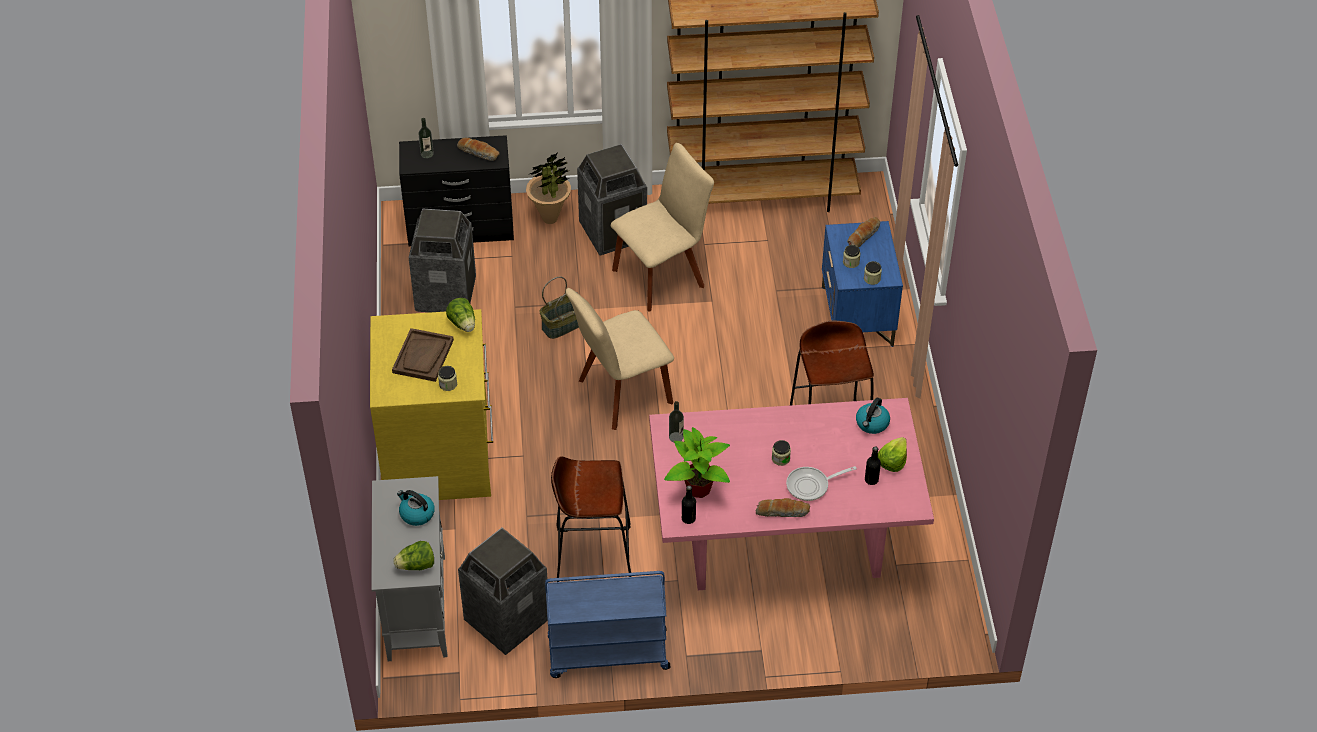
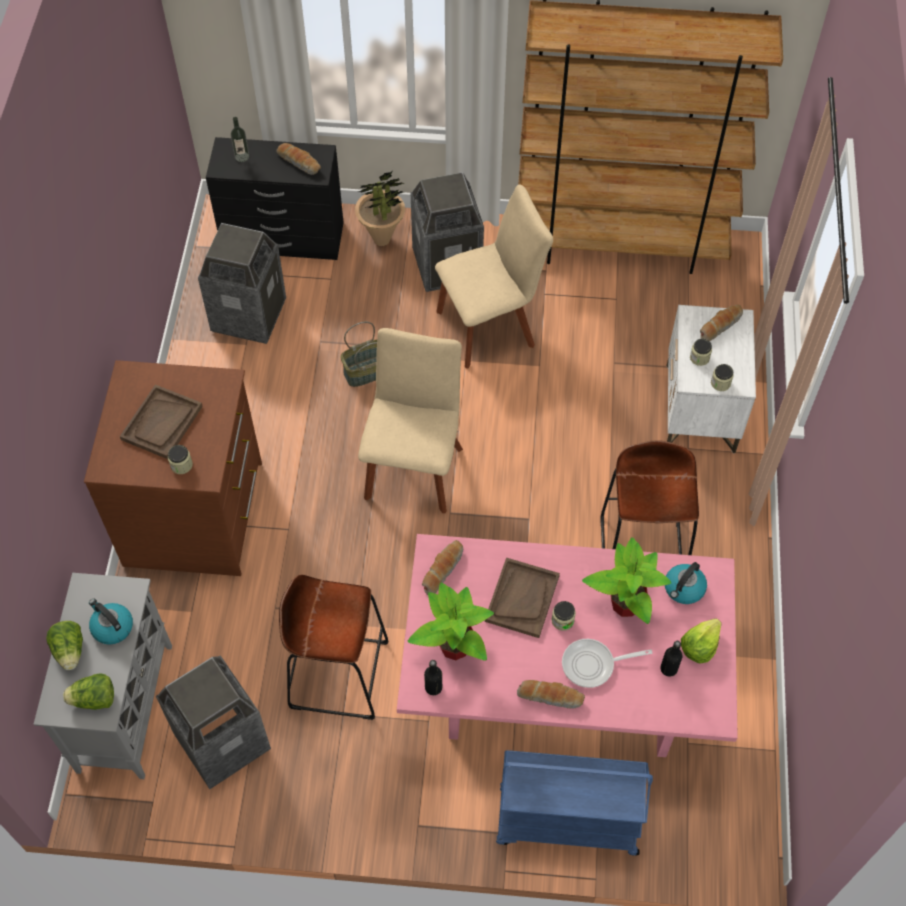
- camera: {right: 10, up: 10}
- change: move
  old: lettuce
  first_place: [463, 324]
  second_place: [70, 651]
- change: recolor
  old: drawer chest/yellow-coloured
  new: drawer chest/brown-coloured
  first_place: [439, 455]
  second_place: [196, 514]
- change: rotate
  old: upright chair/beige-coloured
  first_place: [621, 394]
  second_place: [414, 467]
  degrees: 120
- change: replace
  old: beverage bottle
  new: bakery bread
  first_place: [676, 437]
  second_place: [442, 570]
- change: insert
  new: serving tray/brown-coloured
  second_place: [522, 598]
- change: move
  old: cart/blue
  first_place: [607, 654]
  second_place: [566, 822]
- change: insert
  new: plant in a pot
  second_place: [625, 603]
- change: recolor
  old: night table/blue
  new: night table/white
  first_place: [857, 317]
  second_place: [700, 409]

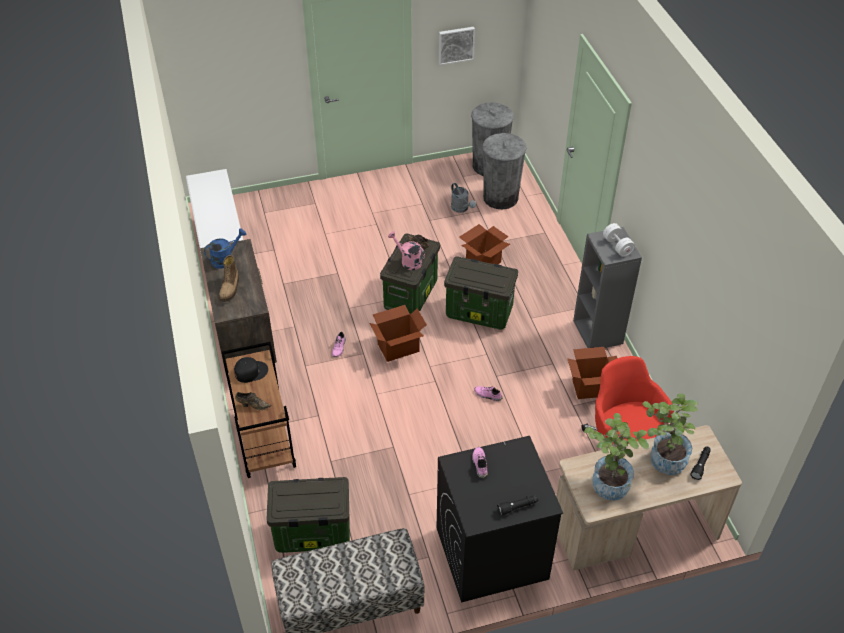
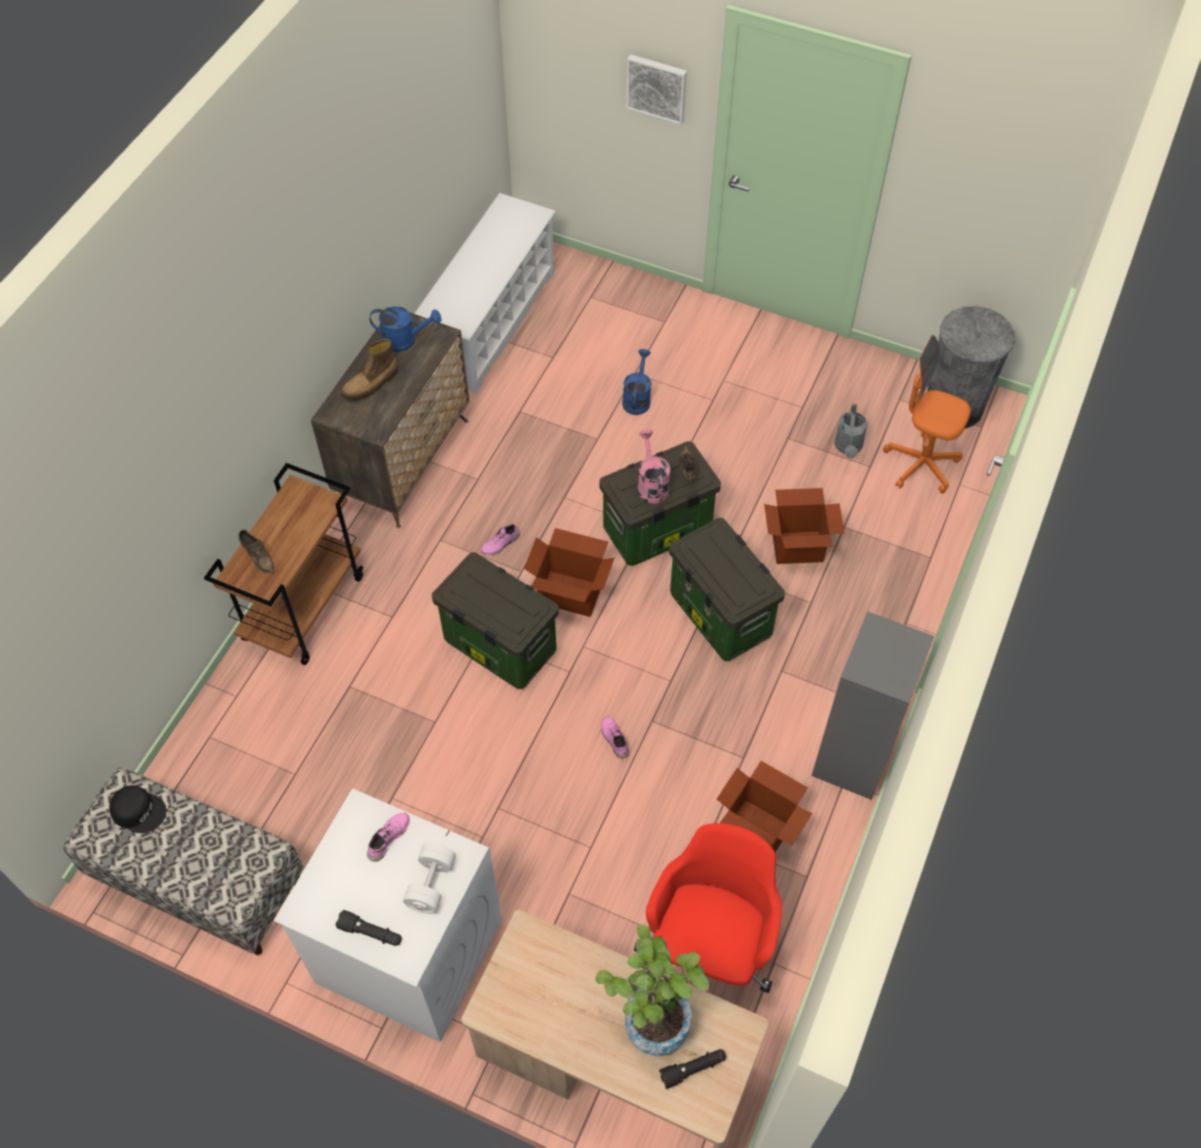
- camera: {right: 40, up: 10}
- change: move
  old: peaked cap/black-coloured
  first_place: [250, 371]
  second_place: [139, 810]
- change: recolor
  old: laundry appliance/black-coloured
  new: laundry appliance/white
  first_place: [491, 553]
  second_place: [407, 951]
- change: move
  old: free weight/white
  first_place: [617, 246]
  second_place: [431, 884]
- change: move
  old: storage container
  first_place: [311, 534]
  second_place: [498, 646]
- change: insert
  new: watering can/blue
  second_place: [637, 398]
- change: move
  old: wall art
  first_place: [455, 44]
  second_place: [657, 87]
- change: replace
  old: rubbish bin/greyish
  new: office chair/orangey
  first_place: [500, 197]
  second_place: [920, 464]
- change: delete
  old: plant in a pot
  first_place: [608, 480]

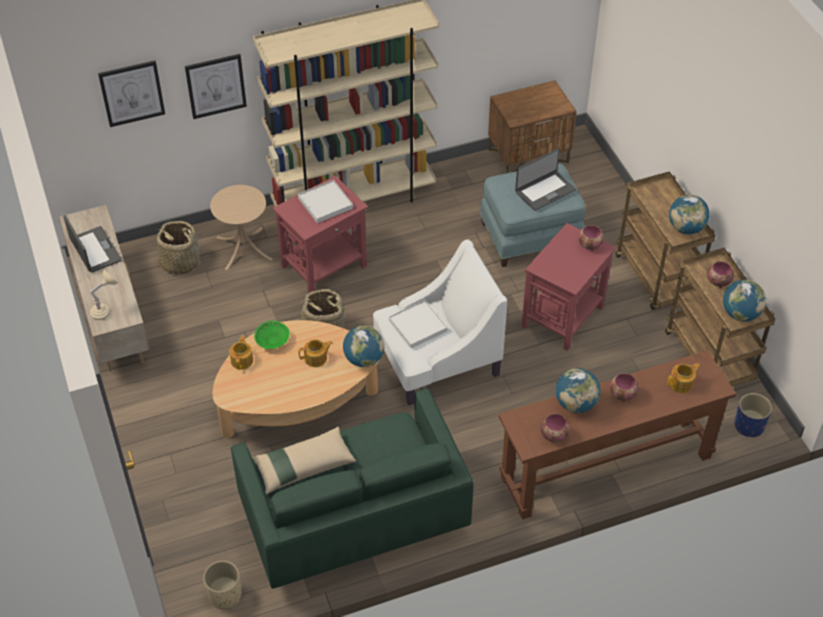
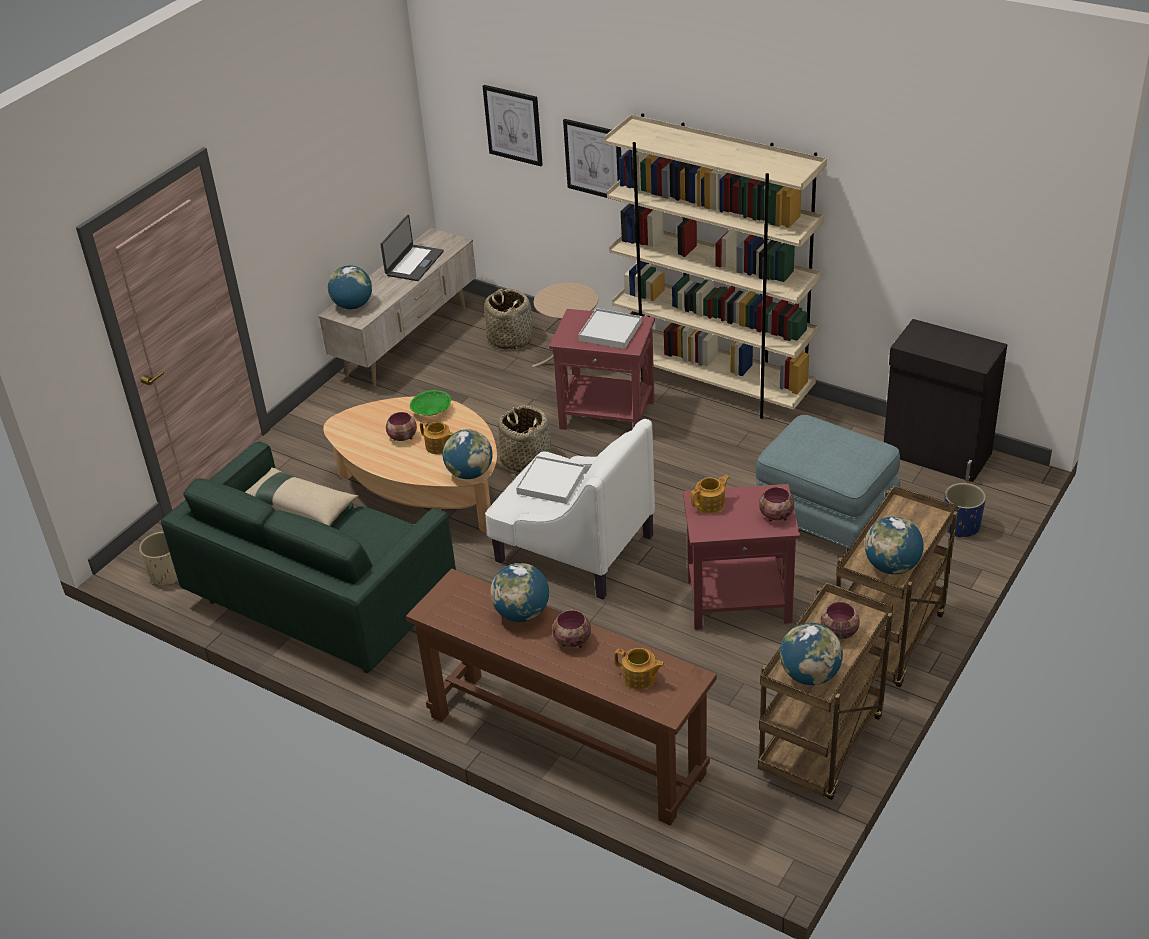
- camera: {right: 55, up: -10}
- change: replace
  old: tabletop lamp/beige-coloured
  new: desk globe
  first_place: [106, 311]
  second_place: [353, 306]
- change: move
  old: deep dish
  first_place: [554, 435]
  second_place: [403, 437]
- change: move
  old: tea pot
  first_place: [242, 360]
  second_place: [710, 504]
- change: replace
  old: night table/brown-coloured
  new: storage cabinet/black-coloured
  first_place: [528, 156]
  second_place: [937, 454]
- change: move
  old: flower pot/blue
  first_place: [749, 426]
  second_place: [961, 526]
- change: delete
  old: notebook computer
  first_place: [544, 191]

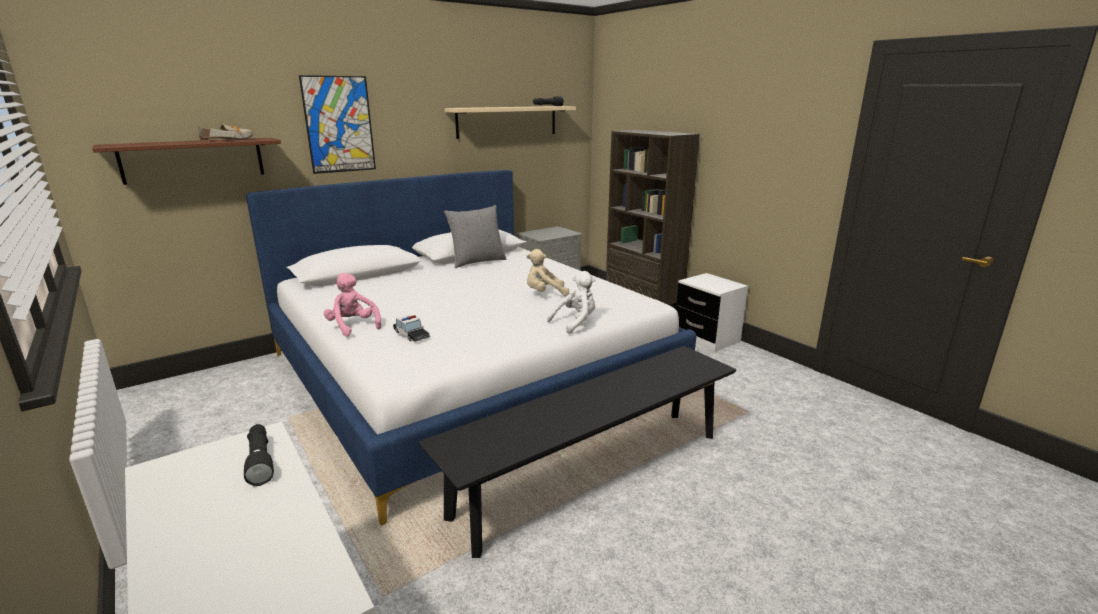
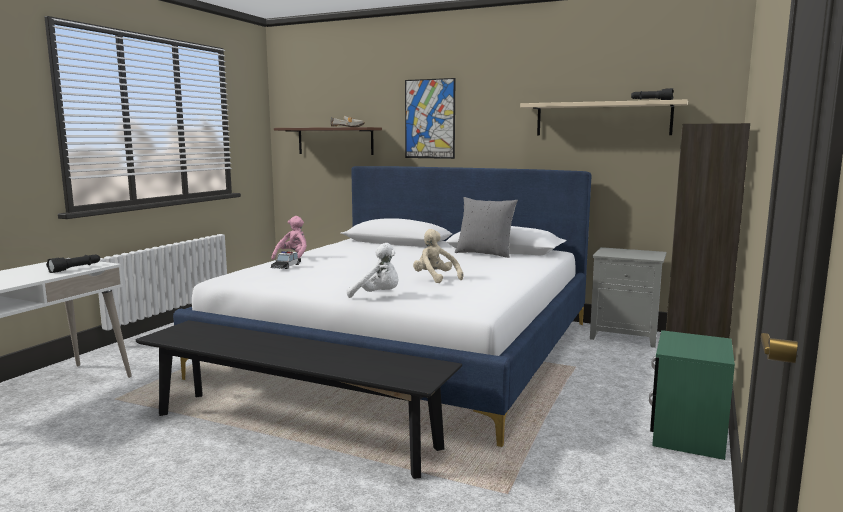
- camera: {right: 60, up: -10}
- change: recolor
  old: night table/white
  new: night table/greenish
  first_place: [707, 338]
  second_place: [687, 434]

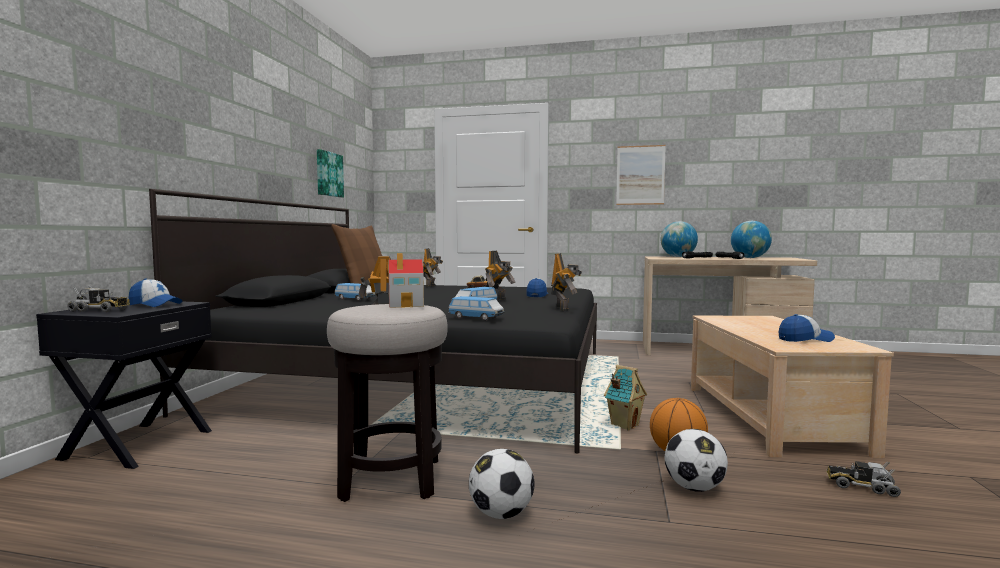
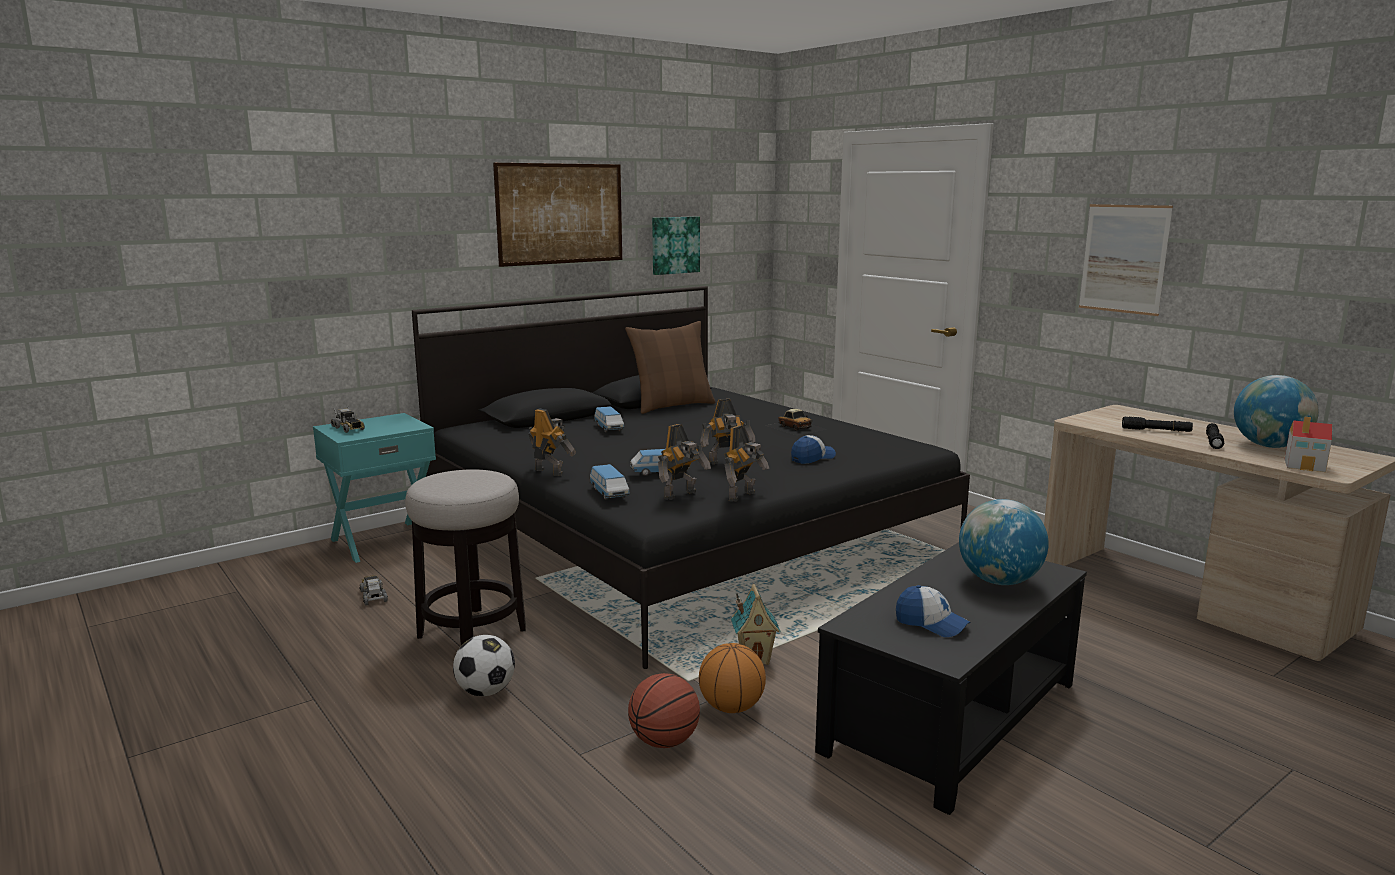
- camera: {right: 40, up: 10}
- change: recolor
  old: night table/black-coloured
  new: night table/turquoise
  first_place: [137, 444]
  second_place: [383, 541]
- change: move
  old: toy truck
  first_place: [861, 486]
  second_place: [373, 595]
- change: insert
  new: wall art
  second_place: [560, 214]
- change: replace
  old: ball for football
  new: ball for basketball
  first_place: [694, 488]
  second_place: [664, 742]
- change: move
  old: model robot
  first_place: [432, 286]
  second_place: [682, 495]
- change: recolor
  old: lounge table/beige-coloured
  new: lounge table/black-coloured
  first_place: [768, 417]
  second_place: [949, 715]
- change: move
  old: desk globe
  first_place: [678, 257]
  second_place: [999, 581]
- change: move
  old: miniature house
  first_place: [406, 305]
  second_place: [1305, 465]
- change: delete
  old: peaked cap
  first_place: [155, 305]

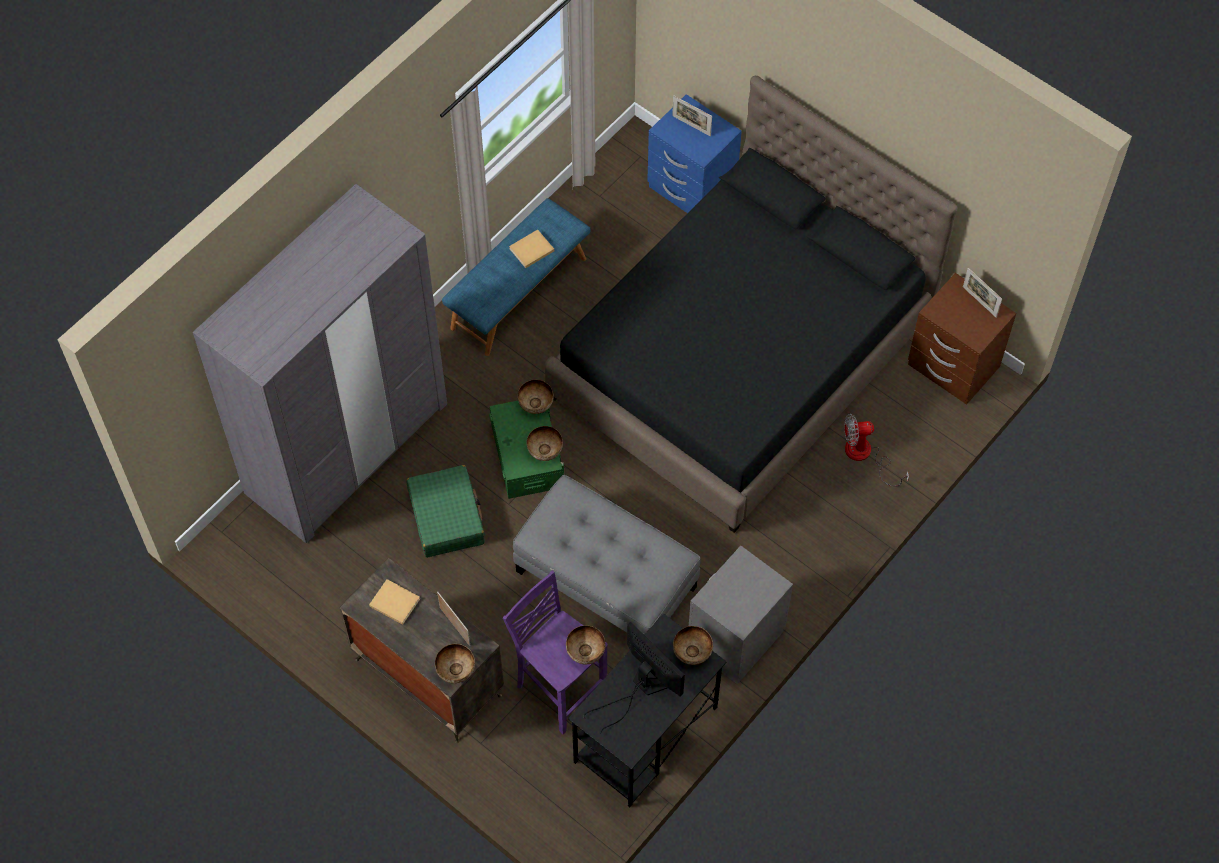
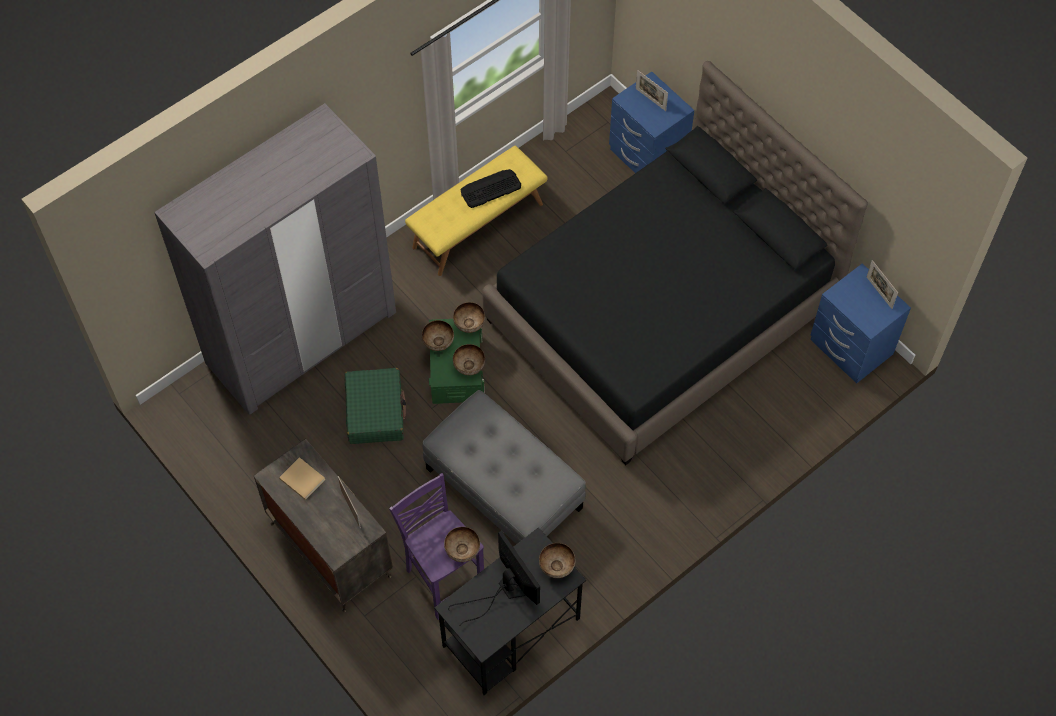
- camera: {right: 10, up: 0}
- change: recolor
  old: indoor bench/blue
  new: indoor bench/yellow-coloured
  first_place: [518, 292]
  second_place: [477, 225]
- change: move
  old: deep dish
  first_place: [456, 671]
  second_place: [438, 343]
- change: replace
  old: volume/beige-coloured
  new: keyboard
  first_place: [530, 250]
  second_place: [490, 189]
- change: recolor
  old: night table/brown-coloured
  new: night table/blue
  first_place: [952, 367]
  second_place: [850, 348]
- change: delete
  old: night table/greyish
  first_place: [735, 637]
- change: delete
  old: fan
  first_place: [865, 456]

